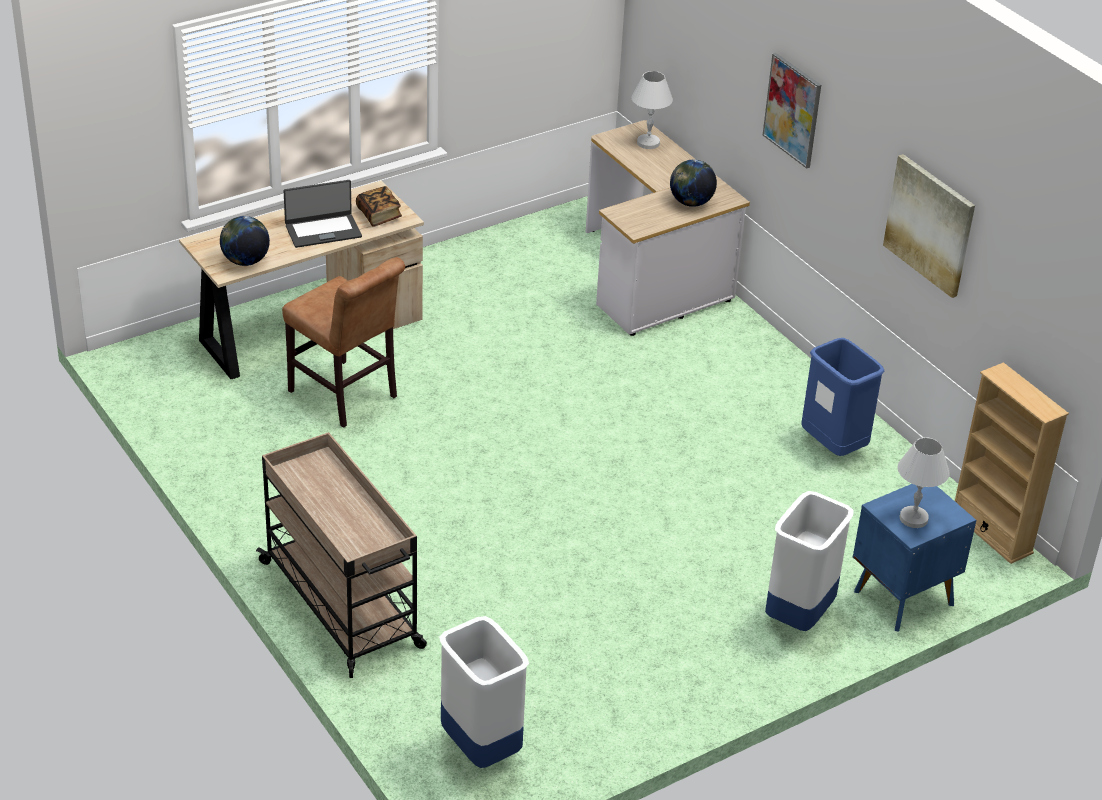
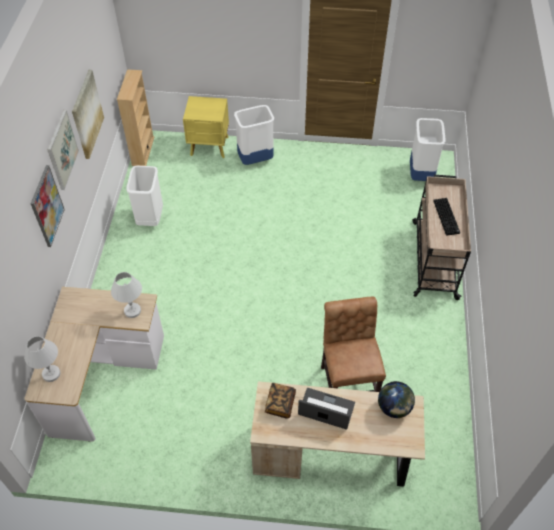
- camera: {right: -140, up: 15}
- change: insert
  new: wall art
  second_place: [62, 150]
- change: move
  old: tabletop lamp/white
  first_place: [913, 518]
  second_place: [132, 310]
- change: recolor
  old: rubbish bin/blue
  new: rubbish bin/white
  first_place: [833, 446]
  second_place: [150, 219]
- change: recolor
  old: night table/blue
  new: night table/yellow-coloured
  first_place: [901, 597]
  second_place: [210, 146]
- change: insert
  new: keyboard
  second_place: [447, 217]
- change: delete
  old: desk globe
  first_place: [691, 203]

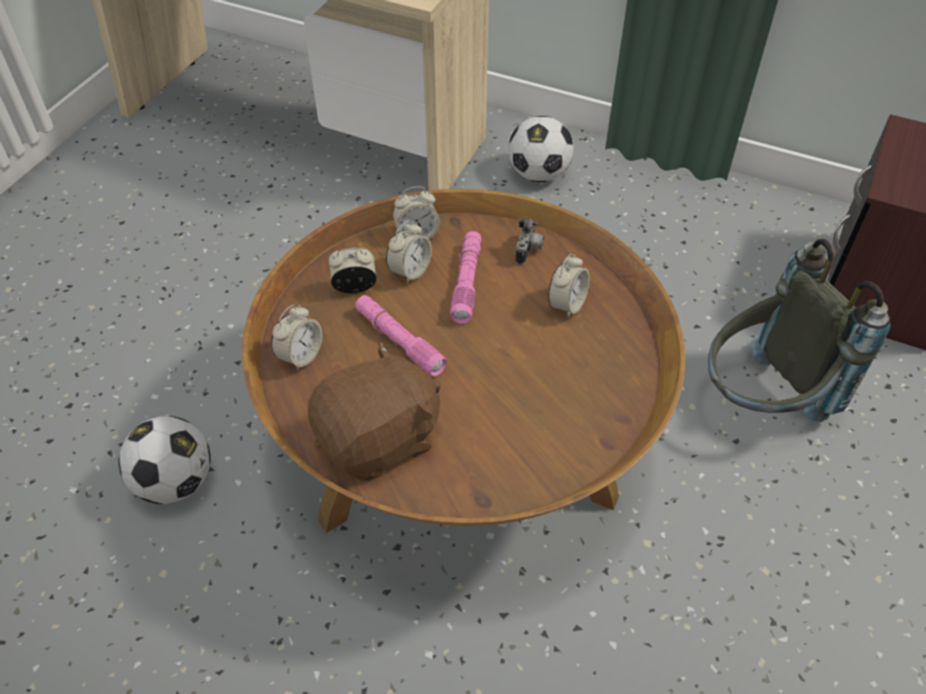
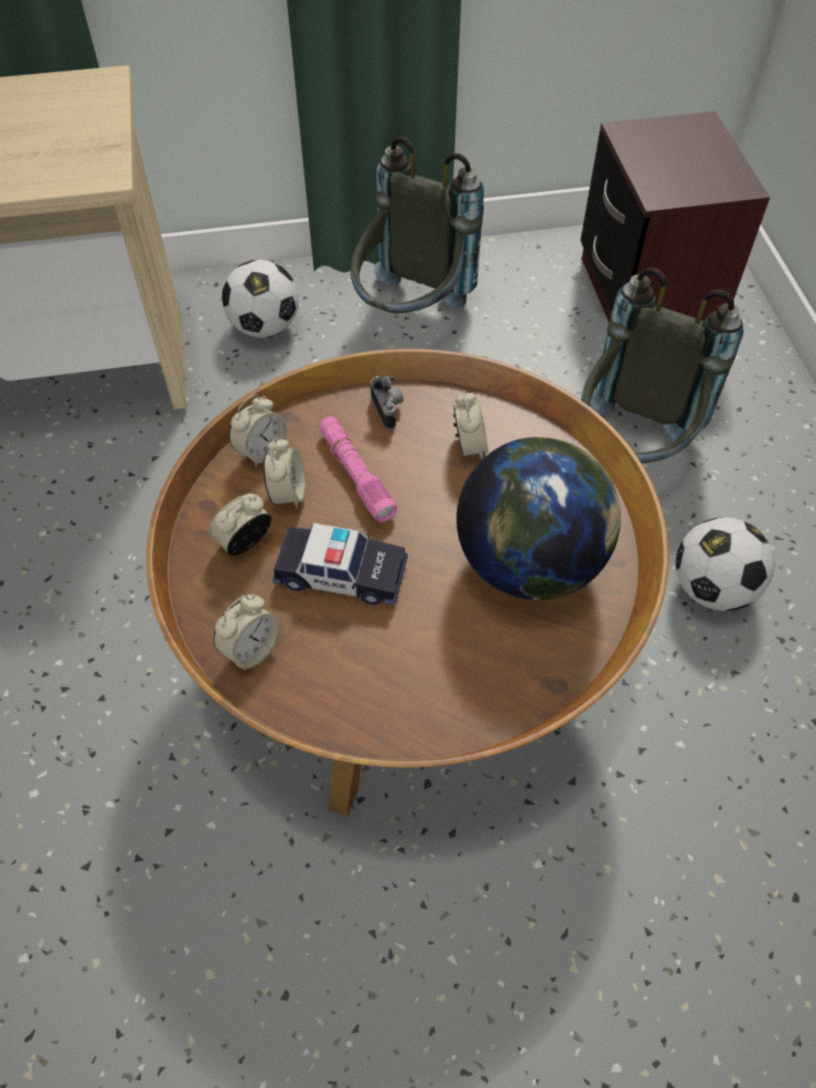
- camera: {right: -35, up: 5}
- change: rotate
  old: alarm clock
  first_place: [300, 356]
  second_place: [251, 649]
  degrees: 45
- change: replace
  old: hand torch/pink-coloured
  new: model car
  first_place: [399, 341]
  second_place: [341, 573]
- change: insert
  new: backpack/greyish
  second_place: [410, 315]
- change: insert
  new: desk globe
  second_place: [530, 563]
- change: move
  old: ball for football
  first_place: [175, 482]
  second_place: [712, 589]
- change: delete
  old: plush toy/brown-coloured
  first_place: [379, 439]

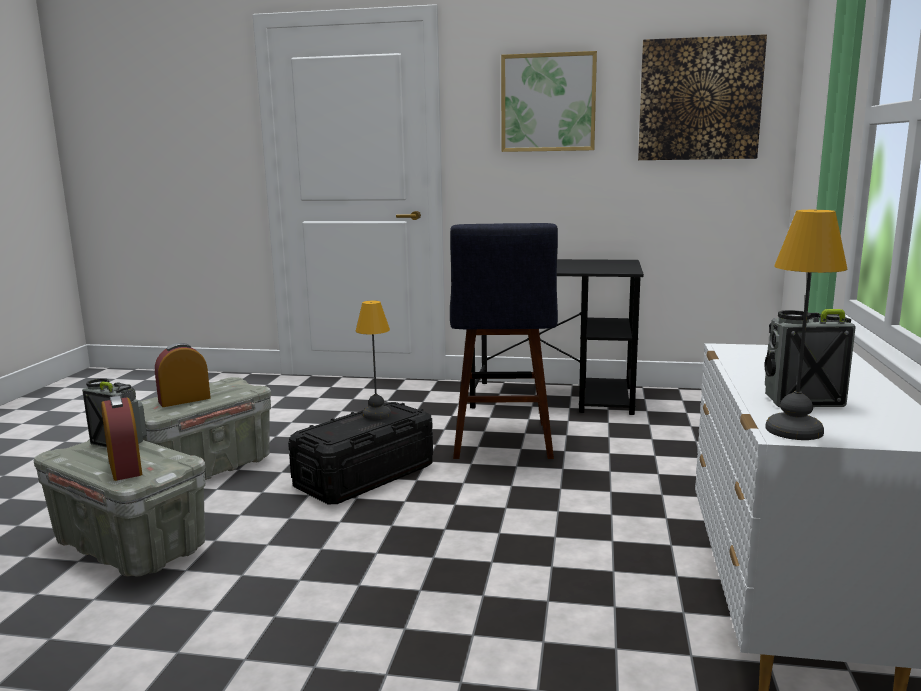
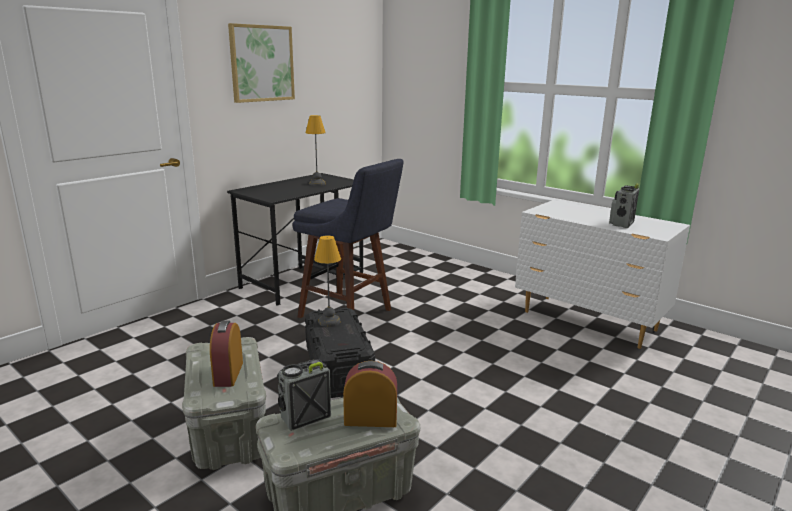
- camera: {right: -60, up: 5}
- change: move
  old: tabletop lamp
  first_place: [795, 430]
  second_place: [317, 183]
- change: delete
  old: wall art
  first_place: [699, 99]

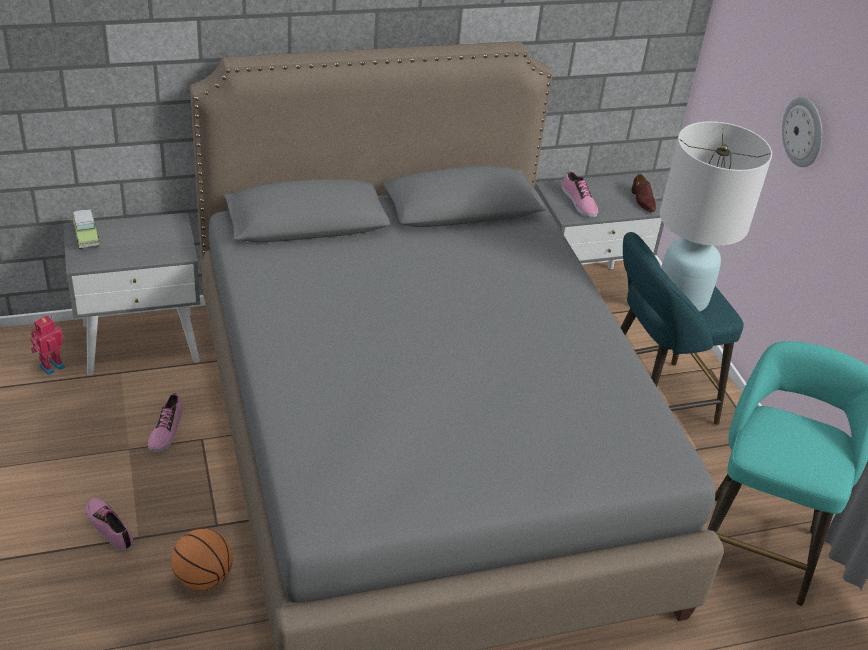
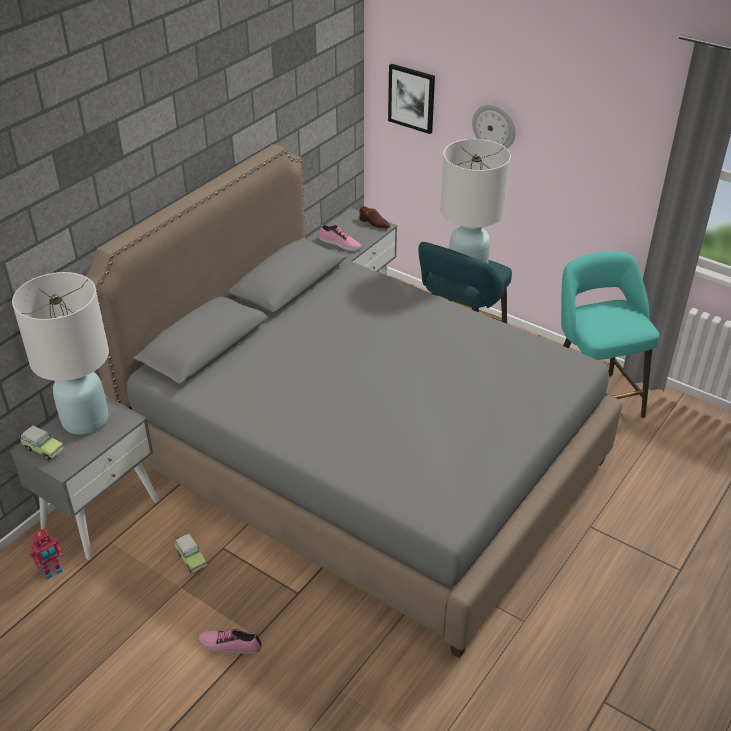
- camera: {right: -35, up: 0}
- change: insert
  new: tabletop lamp/white
  second_place: [85, 419]
- change: rotate
  old: model robot
  first_place: [51, 366]
  second_place: [52, 571]
  degrees: -135
- change: replace
  old: shoe
  new: model car
  first_place: [165, 429]
  second_place: [191, 558]
- change: insert
  new: wall art
  second_place: [412, 98]
- change: delete
  old: ball for basketball
  first_place: [203, 578]

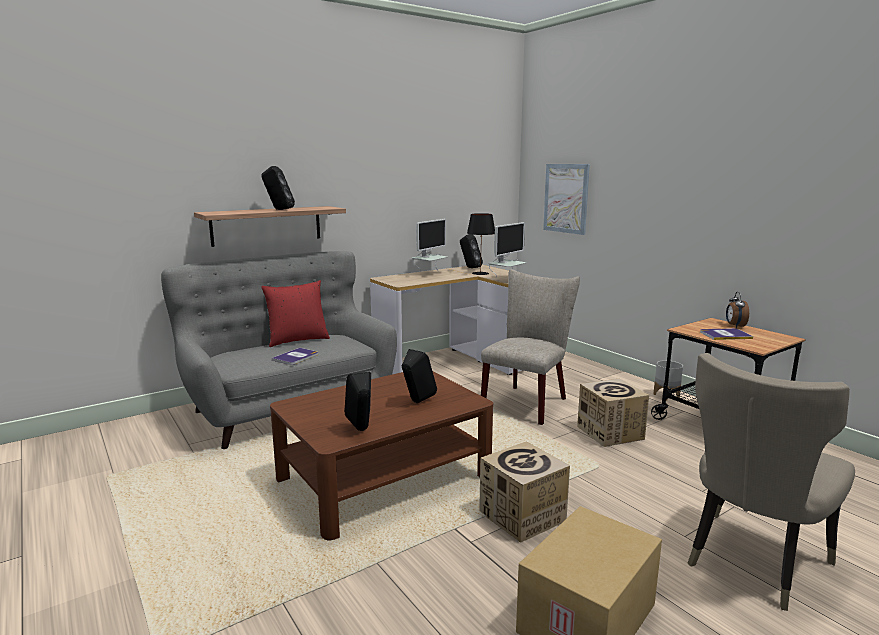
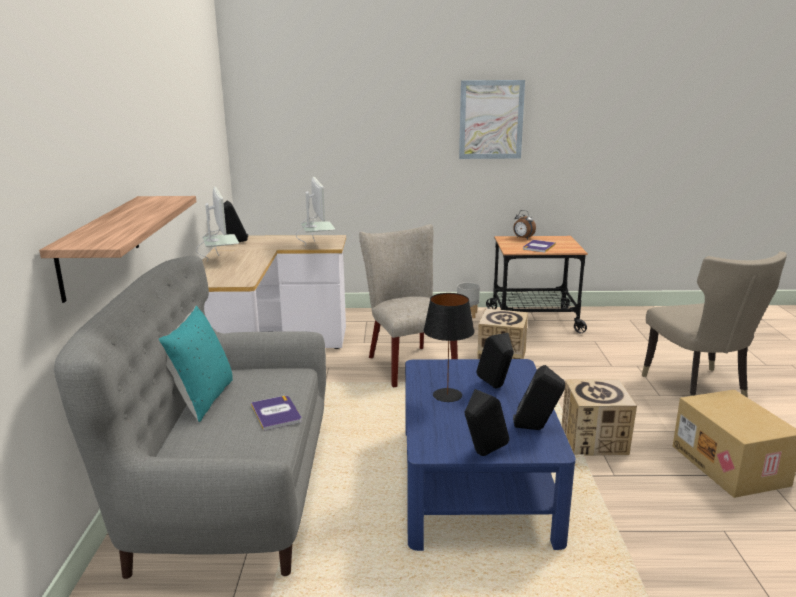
- camera: {right: -55, up: 5}
- change: recolor
  old: cushion/red
  new: cushion/turquoise
  first_place: [297, 340]
  second_place: [202, 399]
- change: recolor
  old: lounge table/brown-coloured
  new: lounge table/blue
  first_place: [384, 478]
  second_place: [475, 482]
- change: move
  old: tabletop lamp/black-coloured
  first_place: [480, 273]
  second_place: [447, 395]
- change: move
  old: wall art
  first_place: [566, 198]
  second_place: [491, 119]
- change: move
  old: speaker/black-coloured
  first_place: [278, 209]
  second_place: [482, 455]

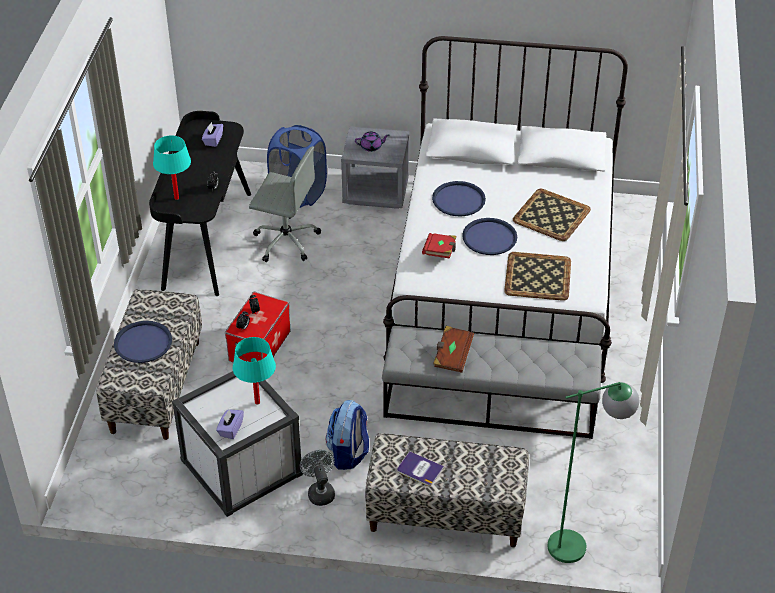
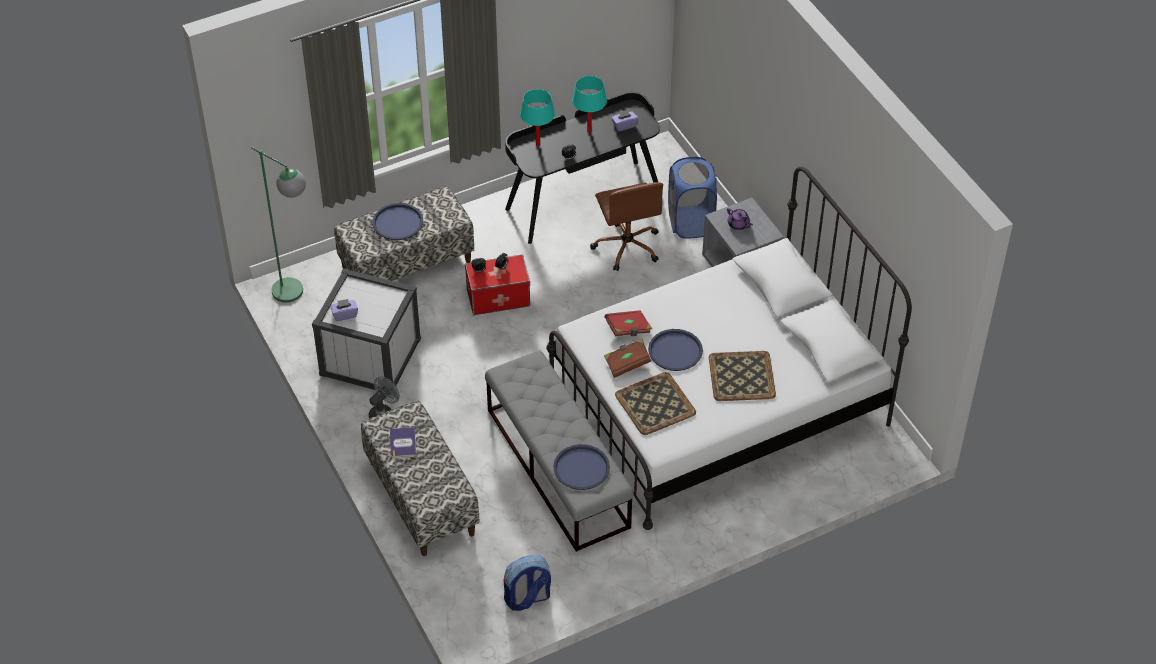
- camera: {right: 55, up: 5}
- change: move
  old: standing lamp/greenish
  first_place: [579, 543]
  second_place: [296, 295]
- change: move
  old: backpack
  first_place: [348, 453]
  second_place: [527, 598]
- change: move
  old: serving tray/blue
  first_place: [458, 199]
  second_place: [581, 468]
- change: move
  old: tabletop lamp/turquoise
  first_place: [257, 402]
  second_place: [589, 131]
- change: recolor
  old: office chair/greyish
  new: office chair/brown-coloured
  first_place: [285, 240]
  second_place: [627, 246]
- change: move
  old: volume/brown-coloured
  first_place: [452, 356]
  second_place: [627, 364]

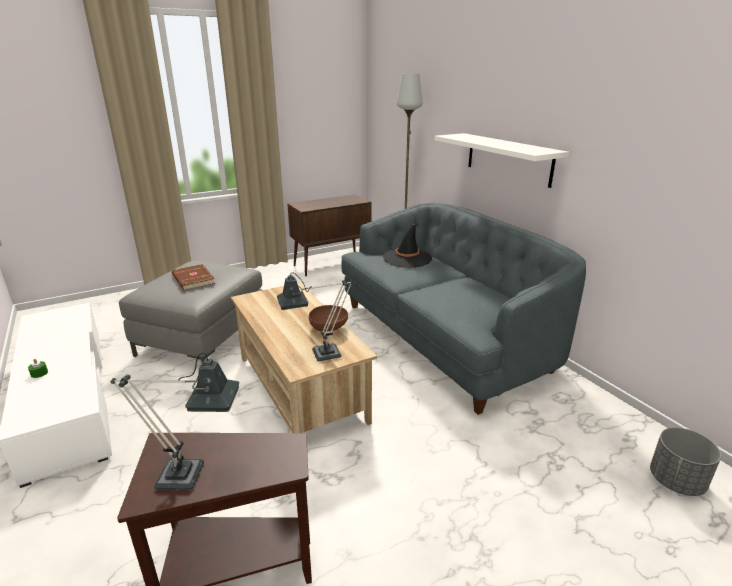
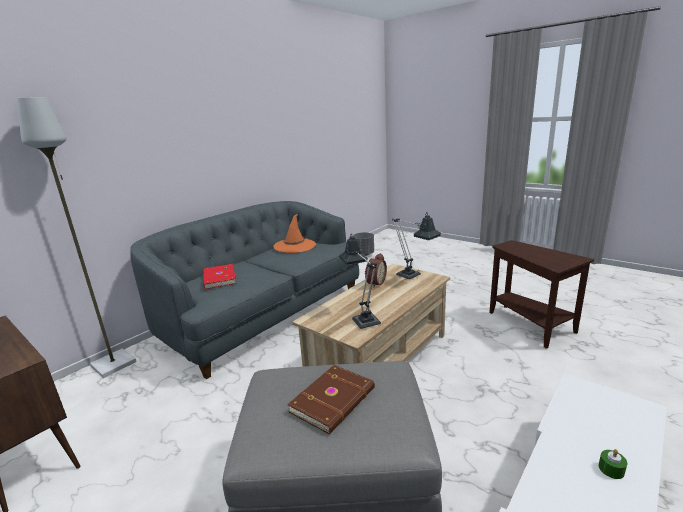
- camera: {right: -110, up: -5}
- change: replace
  old: wearable hat/black-coloured
  new: volume/red
  first_place: [407, 258]
  second_place: [218, 278]
- change: insert
  new: wearable hat/orangey
  second_place: [294, 246]
- change: move
  old: tabletop lamp
  first_place: [192, 476]
  second_place: [363, 319]
- change: replace
  old: deep dish/brown-coloured
  new: alarm clock
  first_place: [329, 328]
  second_place: [374, 283]
- change: delete
  old: shelf/white
  first_place: [508, 159]

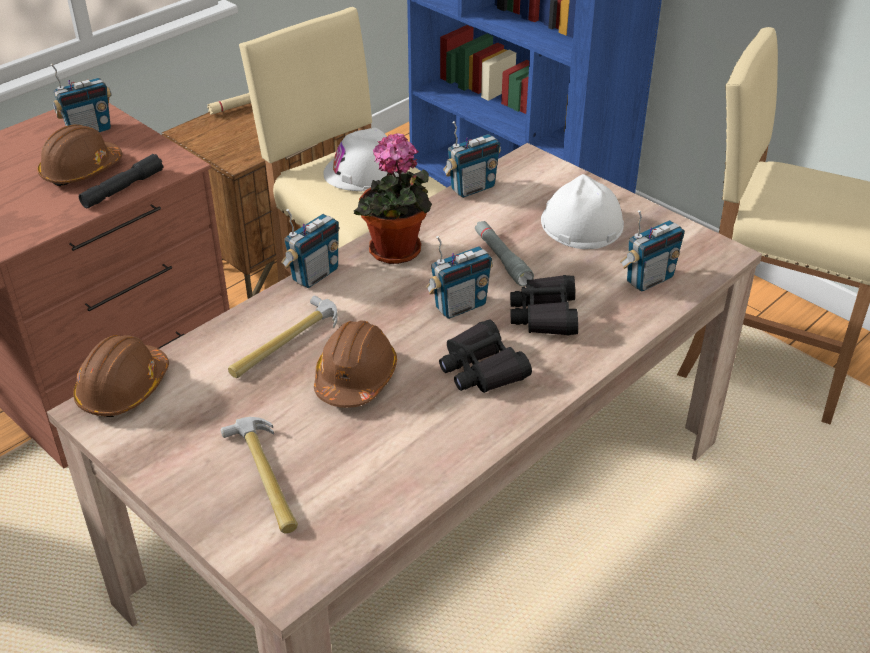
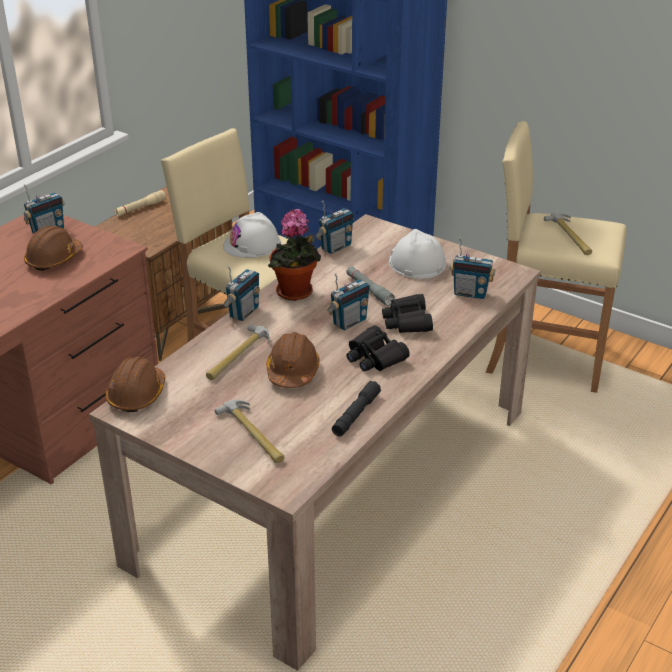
- camera: {right: -10, up: -5}
- change: move
  old: hand torch/black-coloured
  first_place: [123, 189]
  second_place: [356, 414]
- change: rotate
  old: radio set
  first_place: [649, 279]
  second_place: [470, 293]
  degrees: 60
- change: insert
  new: tool hammer
  second_place: [570, 236]

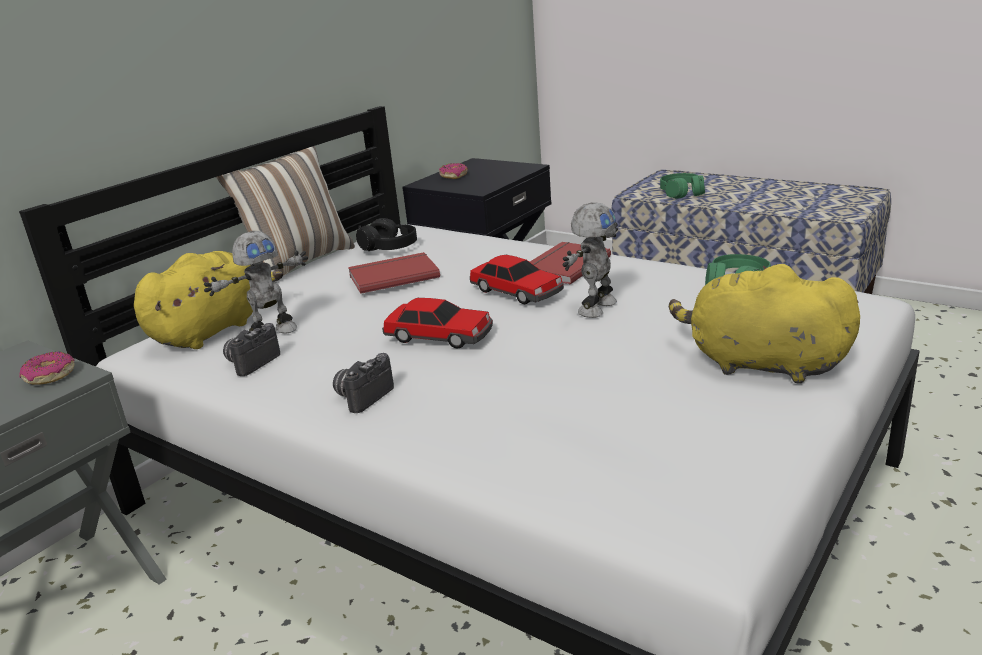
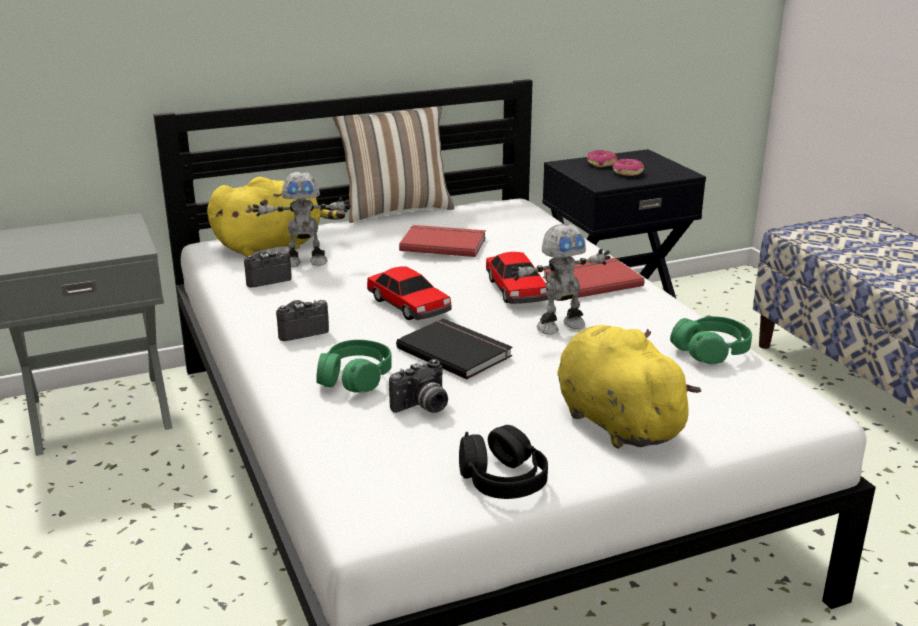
- camera: {right: 30, up: 0}
- change: move
  old: headset/greenish
  first_place: [682, 193]
  second_place: [355, 378]
- change: insert
  new: photo camera
  second_place: [423, 407]
- change: insert
  new: volume/black-coloured
  second_place: [456, 351]
- change: move
  old: headset/black-coloured
  first_place: [389, 247]
  second_place: [502, 480]
- change: move
  old: doughnut
  first_place: [50, 376]
  second_place: [627, 173]

